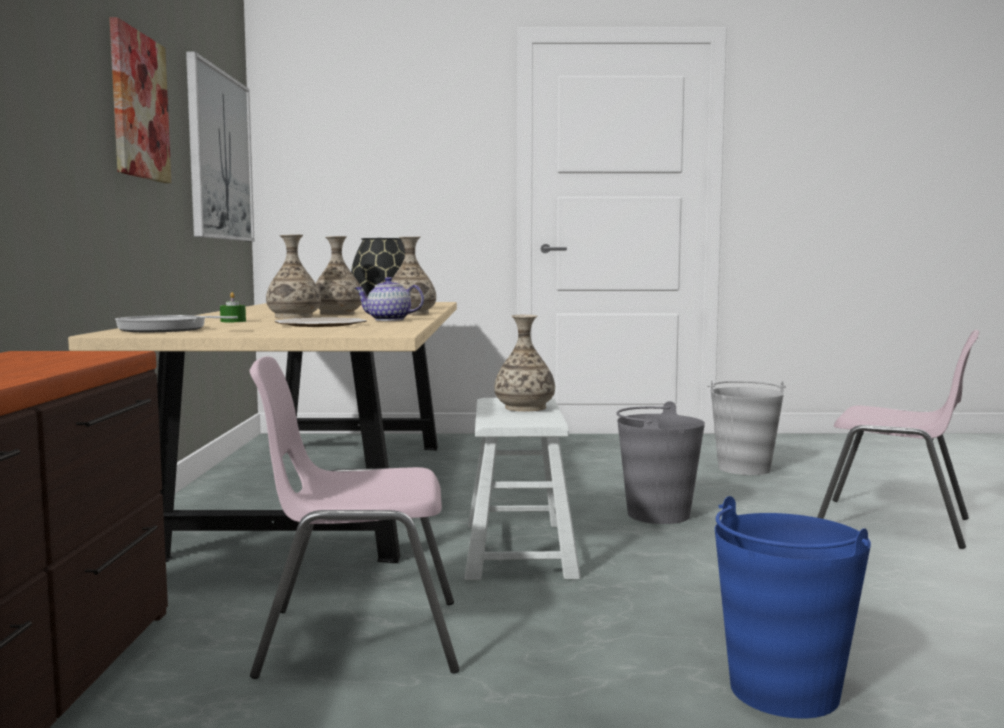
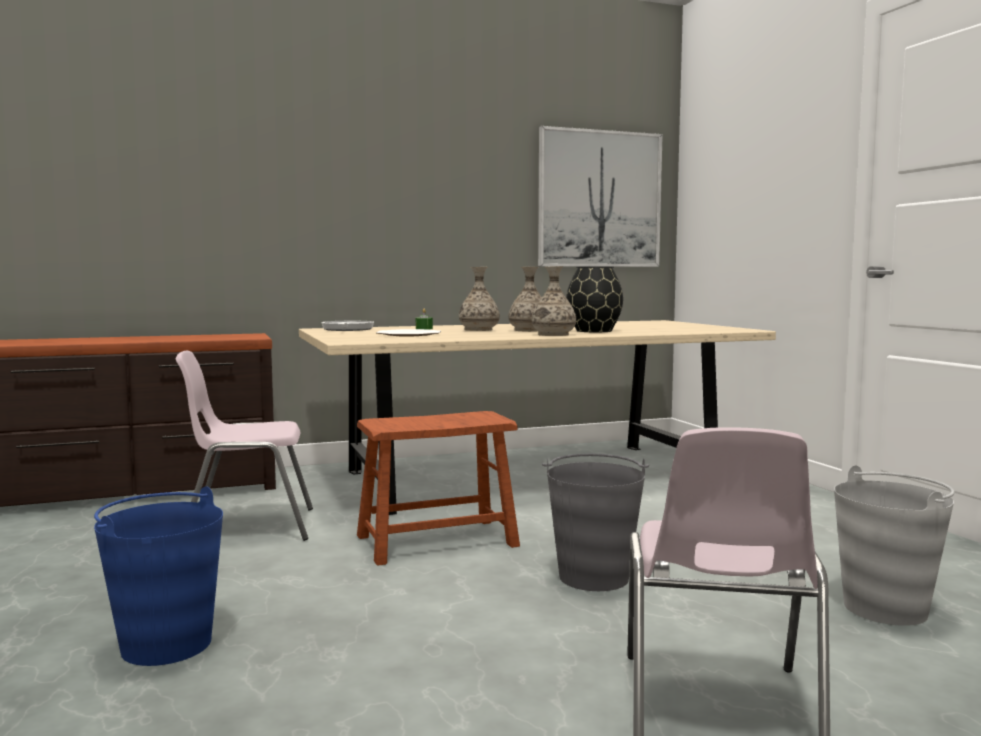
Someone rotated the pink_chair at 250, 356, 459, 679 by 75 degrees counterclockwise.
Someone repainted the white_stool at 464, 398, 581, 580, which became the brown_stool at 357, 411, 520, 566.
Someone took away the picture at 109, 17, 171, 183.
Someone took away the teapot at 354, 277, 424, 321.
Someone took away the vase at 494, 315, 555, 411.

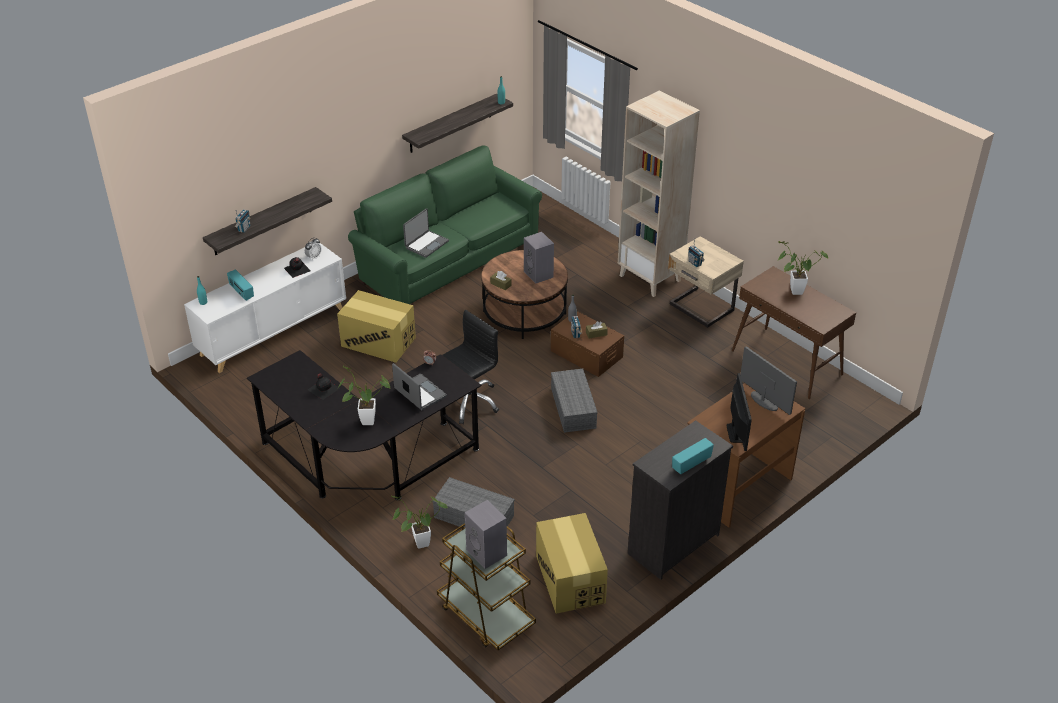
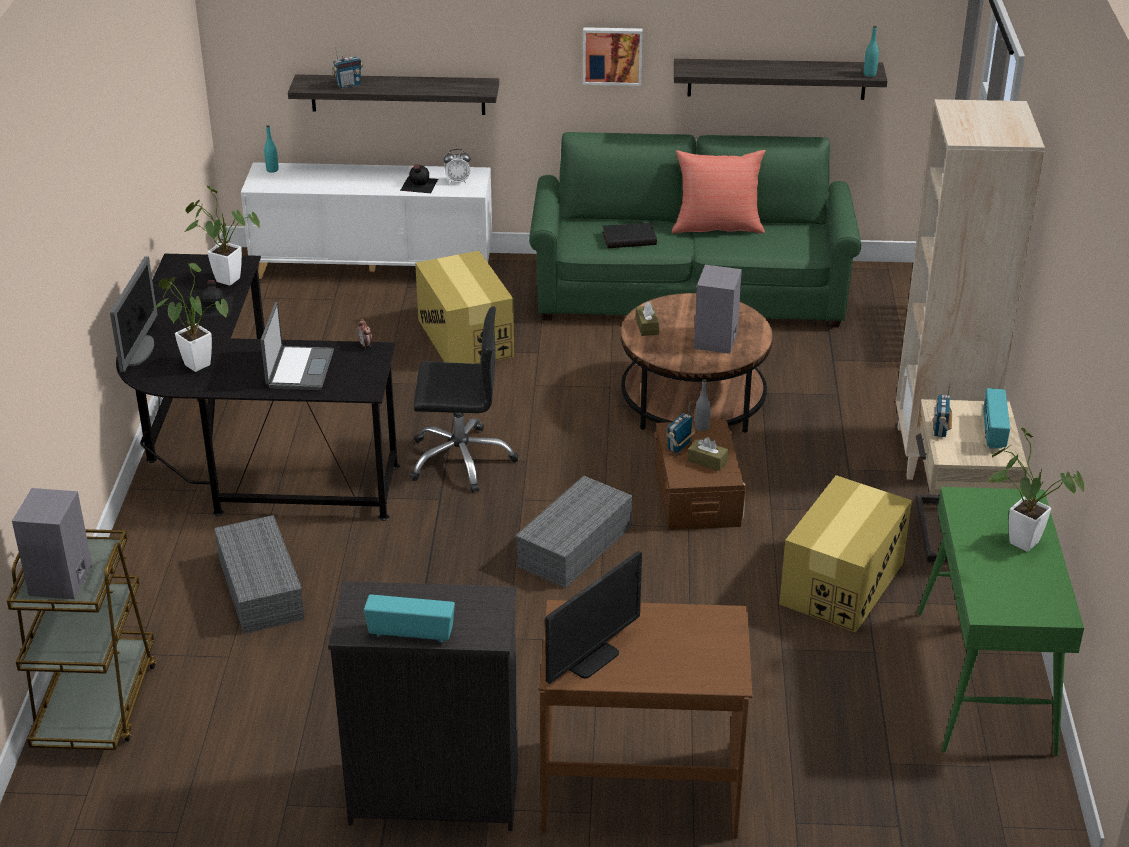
Someone carried the monitor from 740, 346, 797, 415 to 110, 256, 158, 372.
Someone carried the potted_plant from 391, 496, 448, 549 to 184, 186, 260, 286.
Someone put up the picture at 583, 27, 643, 86.
Someone swapped the laptop at 403, 208, 449, 258 for the black_book at 602, 222, 657, 248.
Someone put down the red_pillow at 672, 150, 766, 234.
Someone carried the cardboard_box from 536, 513, 608, 614 to 779, 475, 912, 632.
Someone repainted the brown_console_table at 732, 266, 856, 399, which became the green_console_table at 917, 487, 1084, 756.
Someone carried the radio from 227, 269, 254, 301 to 983, 388, 1010, 449.

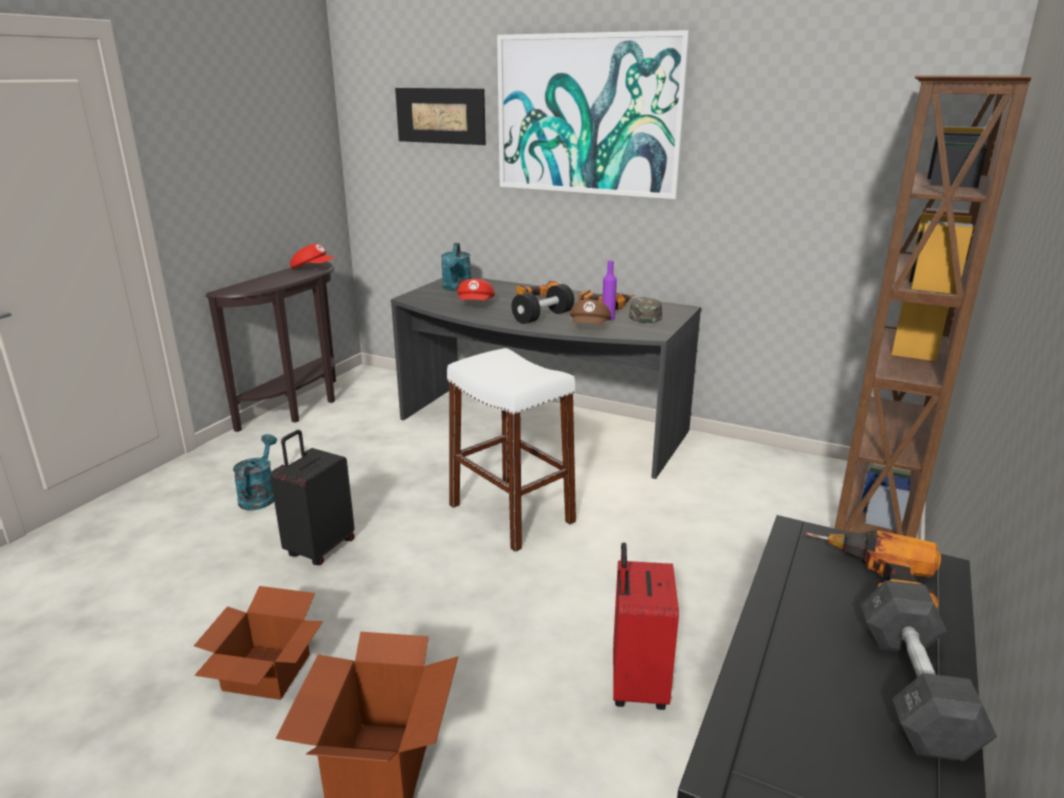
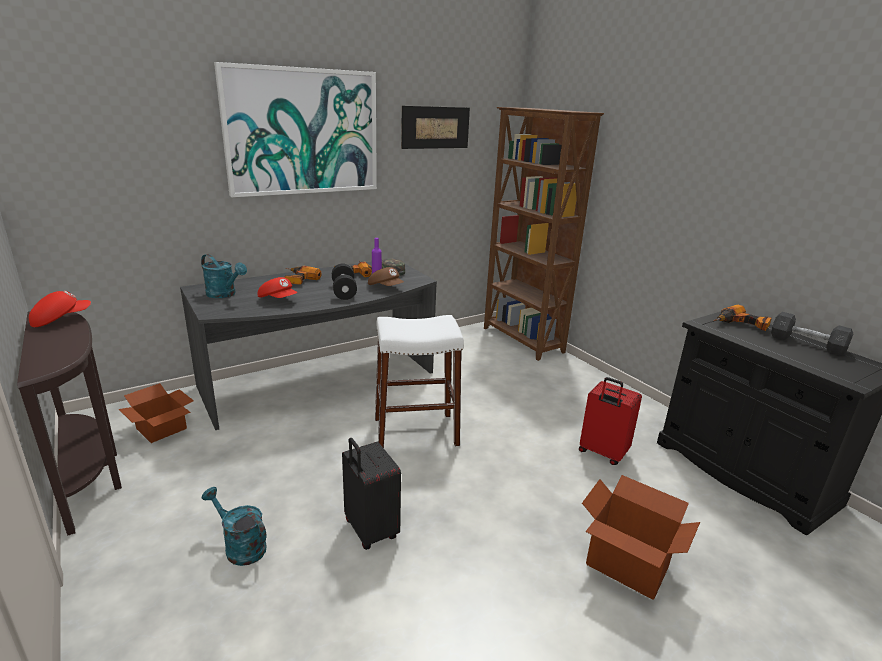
Someone carried the cardboard_box from 194, 586, 323, 700 to 119, 383, 194, 443.
Someone carried the picture from 395, 88, 486, 145 to 401, 106, 470, 149.

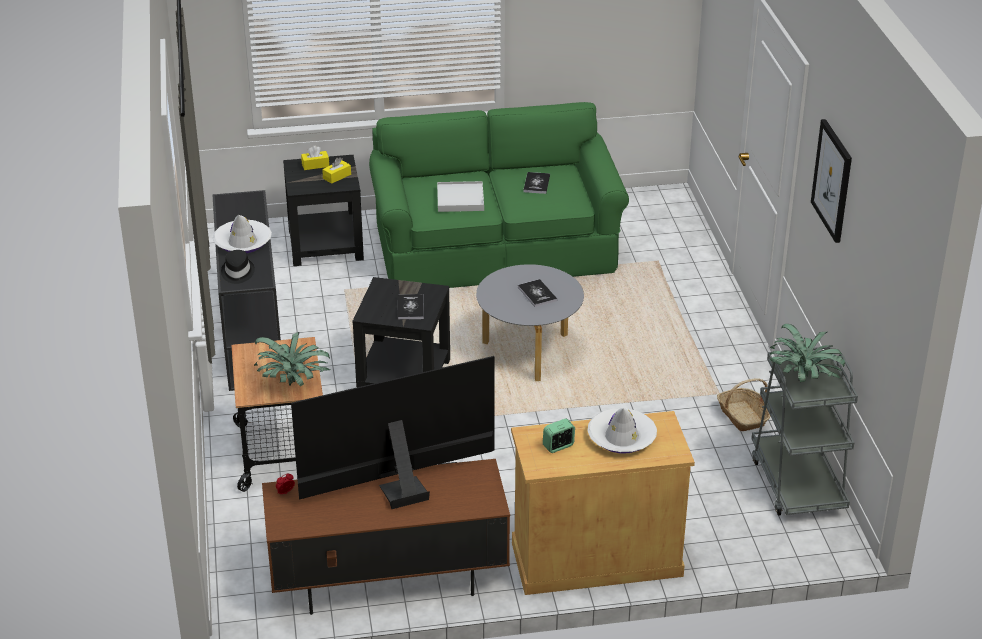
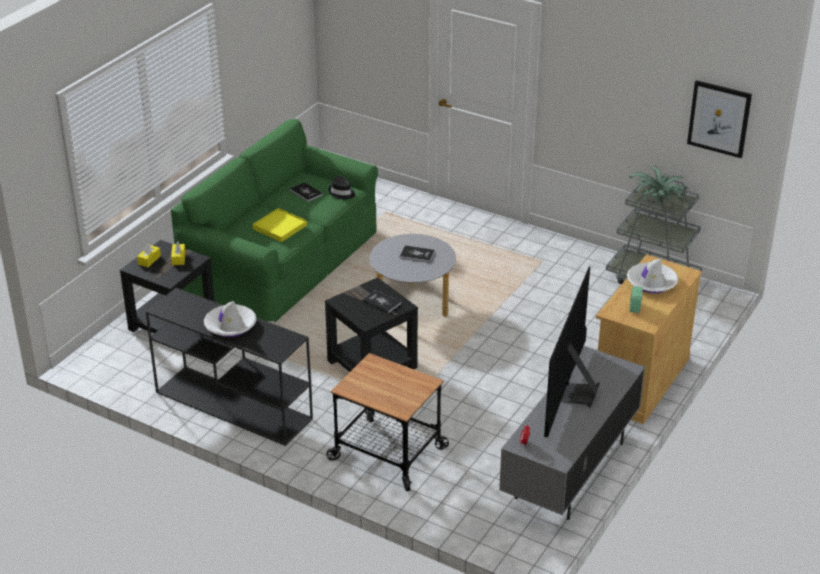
Someone repainted the white_tray at 437, 181, 484, 212, which became the yellow_tray at 252, 208, 307, 242.
Someone carried the black_hat from 221, 250, 255, 284 to 328, 176, 355, 200.
Someone repainted the brown_tv_stand at 262, 459, 510, 615, which became the grey_tv_stand at 499, 346, 645, 520.
Someone carried the picture from 811, 119, 852, 243 to 687, 80, 752, 158.
Someone took away the potted_plant at 254, 332, 330, 387.
Someone took away the basket at 717, 378, 770, 431.

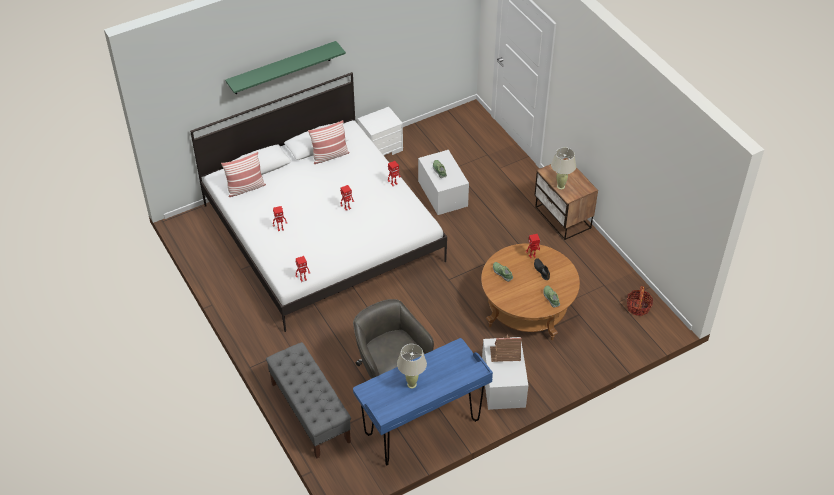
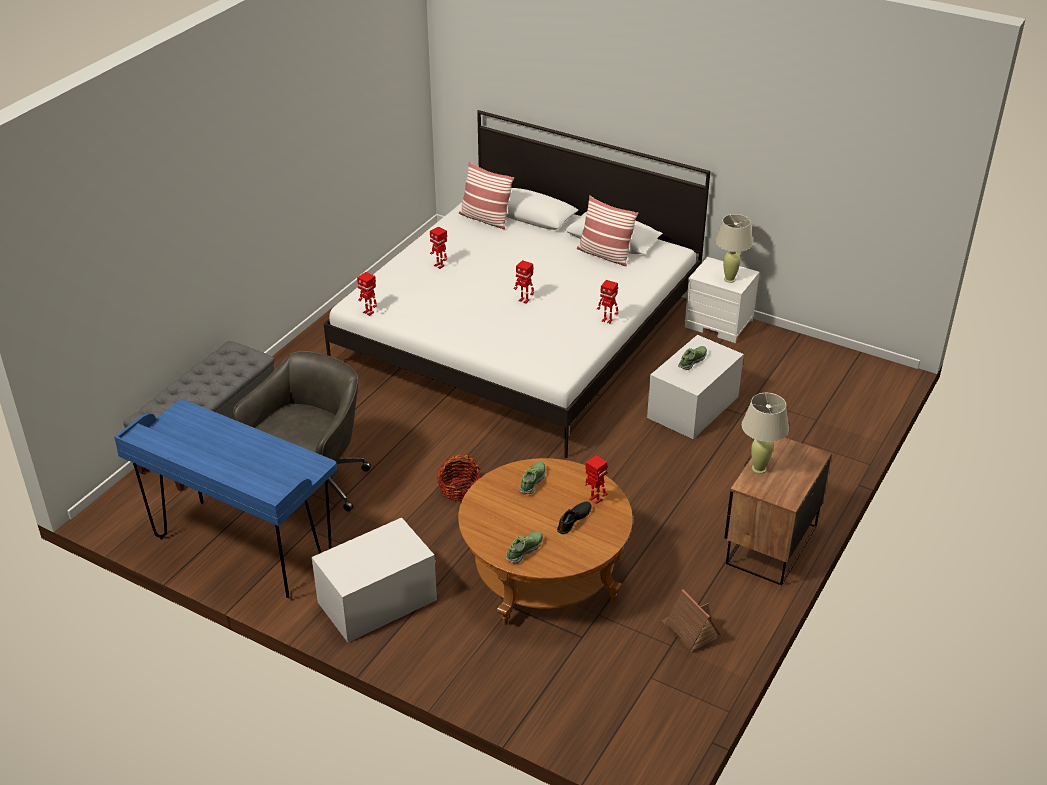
Someone carried the basket from 627, 286, 653, 316 to 437, 454, 481, 501.
Someone carried the toy_house from 490, 335, 522, 362 to 662, 589, 720, 652.
Someone carried the beige_table_lamp from 397, 344, 427, 389 to 715, 214, 753, 283.
Someone took away the green_shelf at 225, 41, 346, 94.

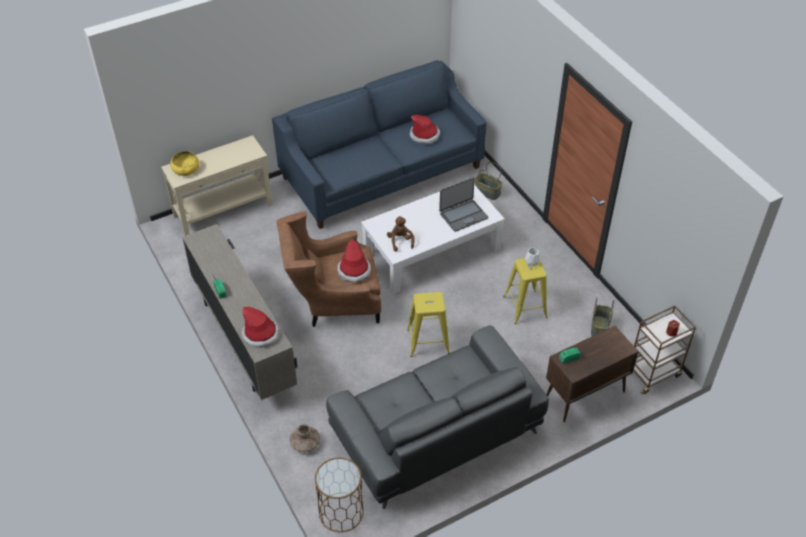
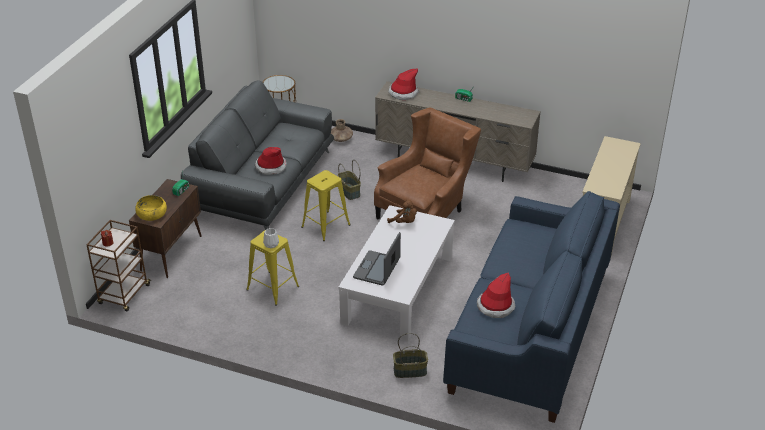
Someone carried the yellow_bowl from 170, 151, 199, 176 to 135, 195, 167, 221.
Someone carried the hat from 337, 239, 371, 282 to 255, 147, 287, 175.
Someone carried the basket from 591, 297, 614, 336 to 338, 159, 361, 200.

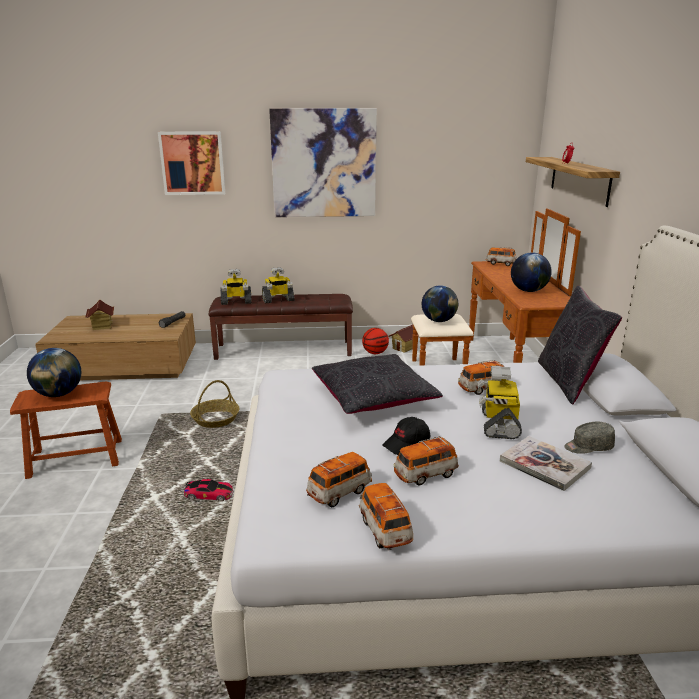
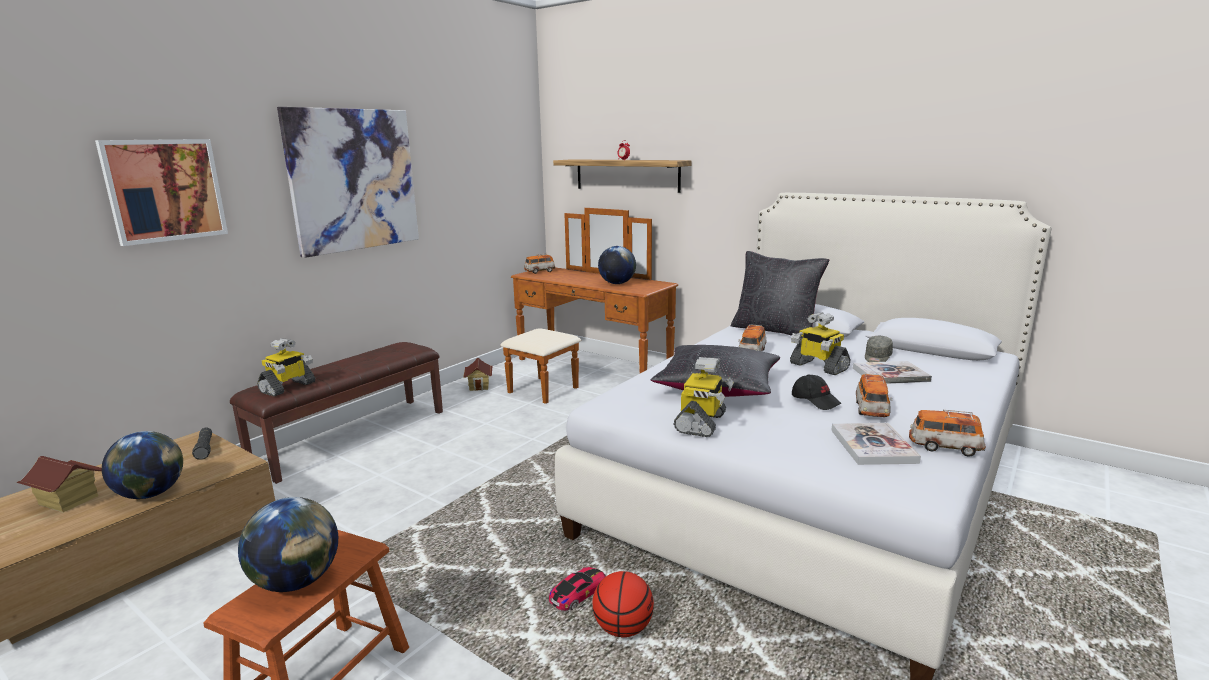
Someone carried the globe from 422, 285, 458, 322 to 102, 431, 183, 499.
Someone carried the basketball from 362, 328, 389, 354 to 592, 571, 654, 637.
Someone carried the toy_robot from 262, 267, 295, 303 to 674, 357, 734, 437.
Someone rotated the black_cap at 382, 417, 430, 455 by 45 degrees counterclockwise.
Someone swapped the toy_car at 306, 452, 372, 507 for the book at 831, 423, 921, 465.
Someone took away the basket at 190, 380, 240, 428.

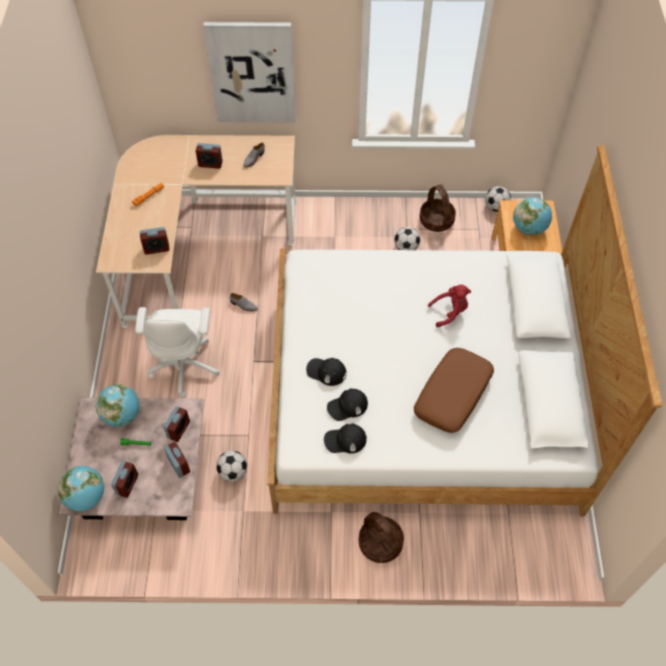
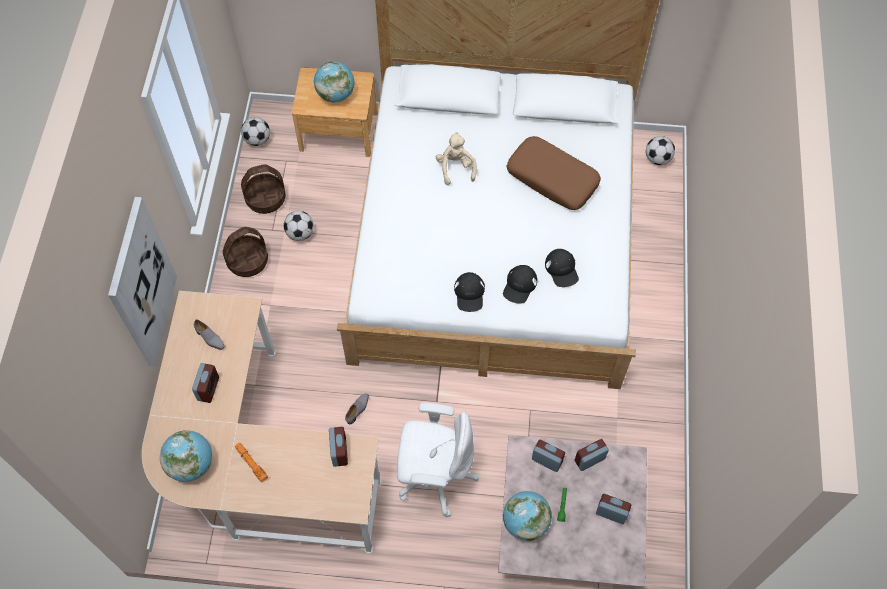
Someone carried the globe from 58, 466, 104, 511 to 160, 430, 212, 482.
Someone carried the basket from 359, 512, 404, 563 to 223, 227, 268, 277.
Someone repainted the red_plush_toy at 428, 284, 471, 327, which became the beige_plush_toy at 436, 132, 477, 185.
Someone carried the black_cap from 324, 423, 367, 453 to 454, 272, 485, 312.
Someone carried the football from 216, 451, 247, 482 to 646, 136, 675, 165.

